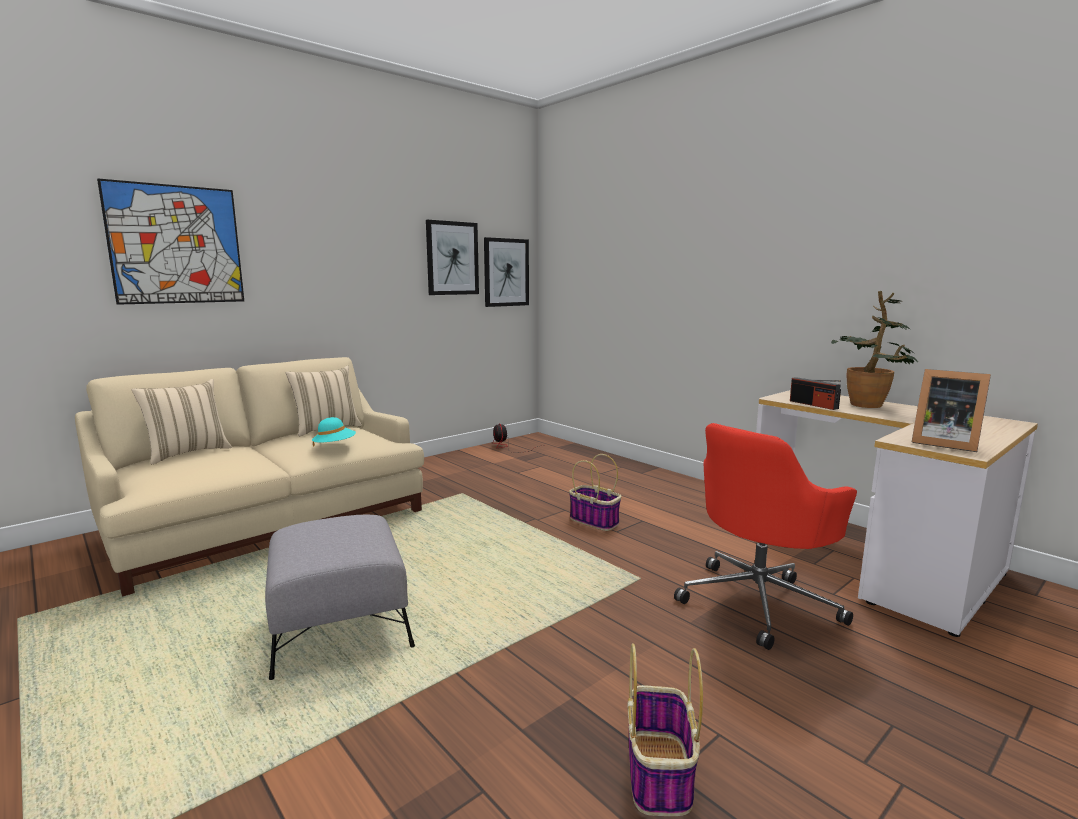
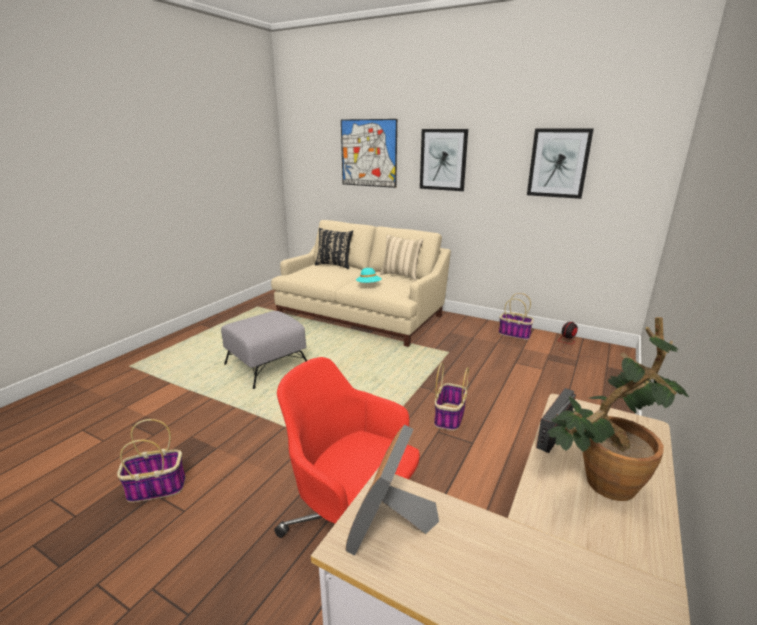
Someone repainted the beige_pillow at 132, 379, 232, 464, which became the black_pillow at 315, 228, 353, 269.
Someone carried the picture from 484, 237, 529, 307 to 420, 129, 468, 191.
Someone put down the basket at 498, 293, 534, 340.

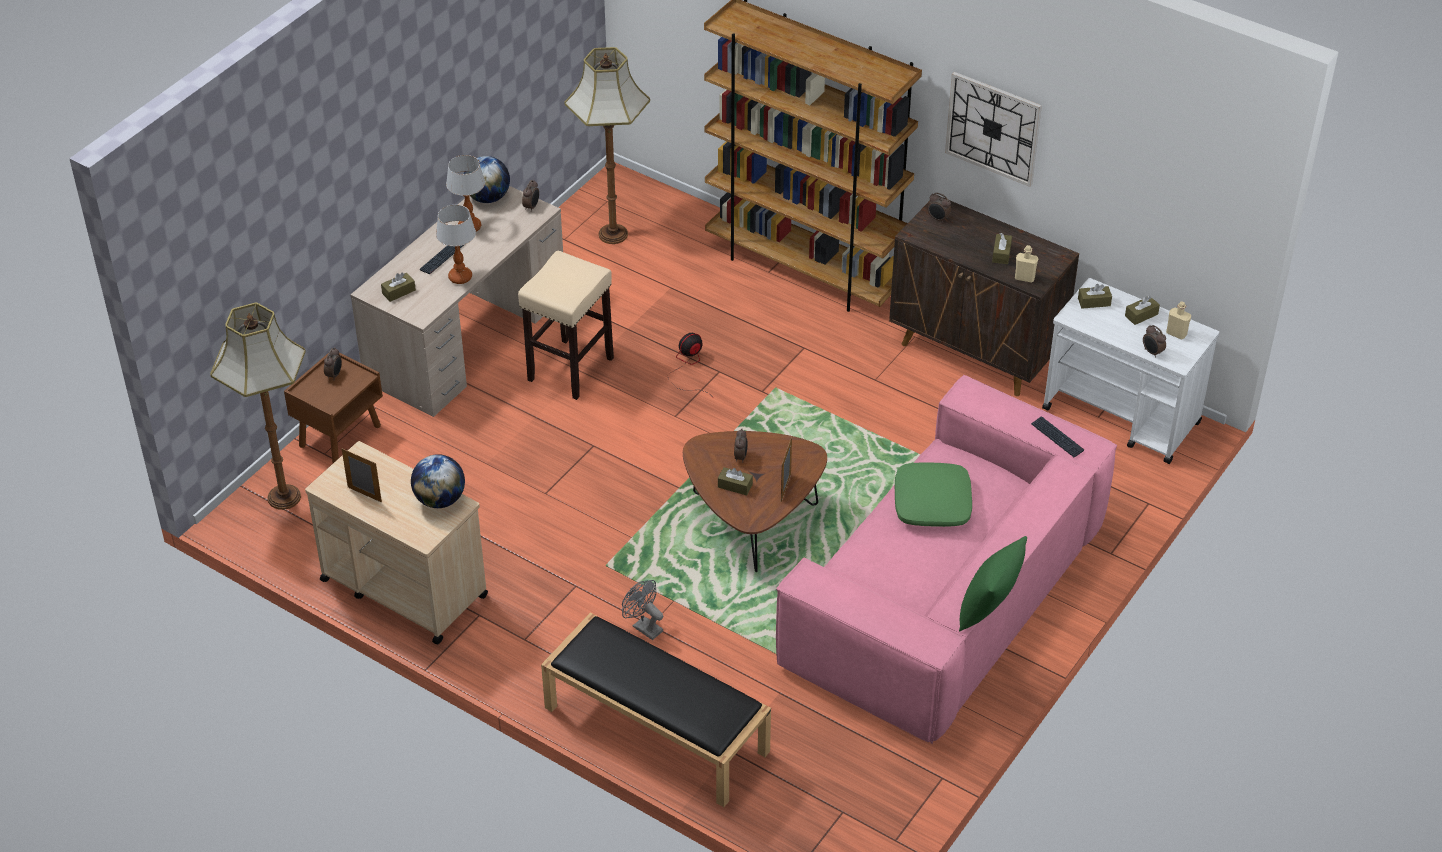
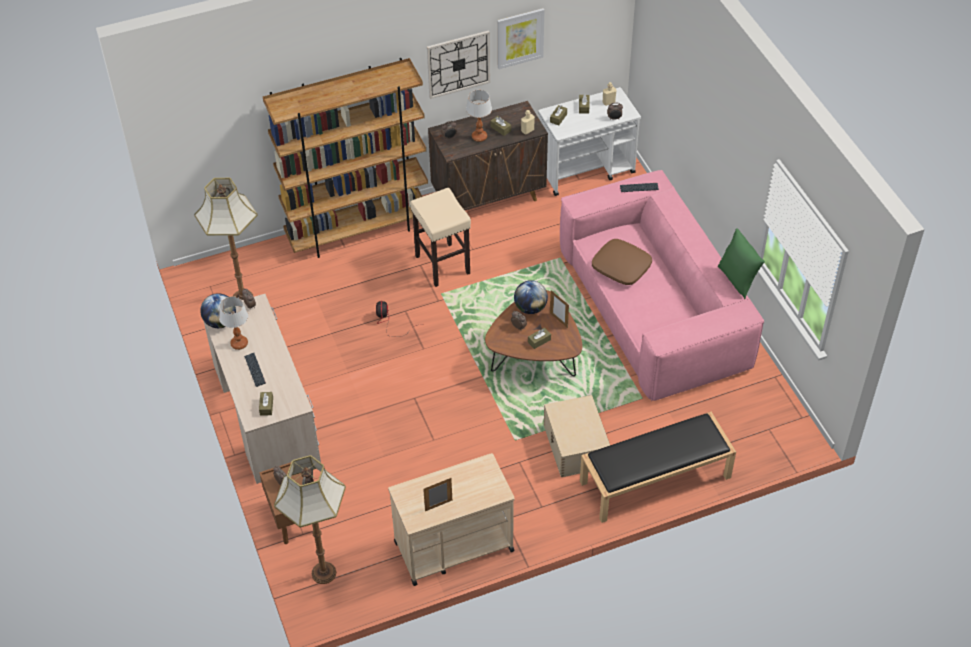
Someone carried the beige_stool from 518, 251, 614, 400 to 410, 188, 471, 287.
Someone carried the table_lamp from 436, 205, 476, 284 to 466, 90, 492, 142.
Someone put up the picture at 497, 8, 544, 69.
Someone carried the globe from 411, 454, 465, 508 to 514, 280, 548, 314.
Someone swapped the grey_fan at 622, 580, 663, 640 for the beige_storage_box at 544, 395, 610, 477.
Someone repainted the green_pillow at 895, 462, 972, 527, which became the brown_pillow at 592, 239, 652, 285.

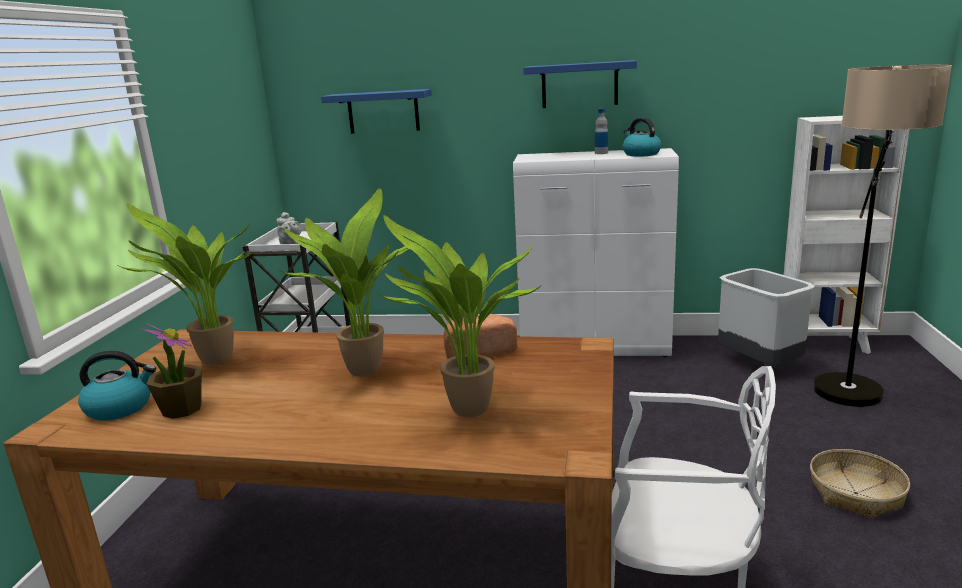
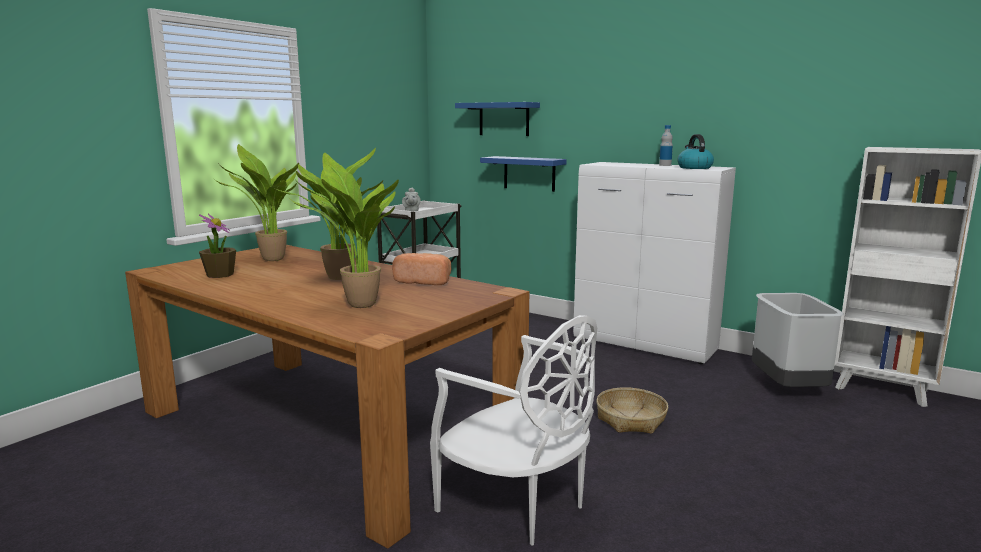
Someone carried the blue_shelf from 523, 60, 637, 108 to 480, 156, 567, 192.
Someone carried the basket from 810, 449, 910, 519 to 596, 387, 668, 434.
Someone took away the kettle at 78, 350, 156, 421.
Someone took away the floor_lamp at 813, 65, 952, 407.

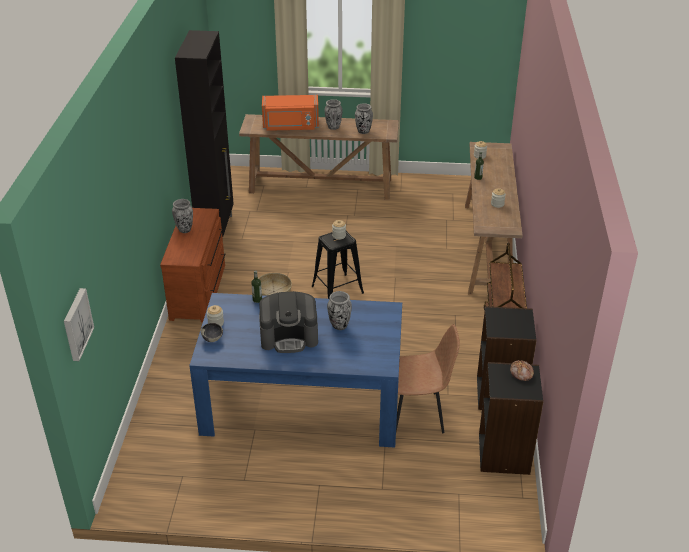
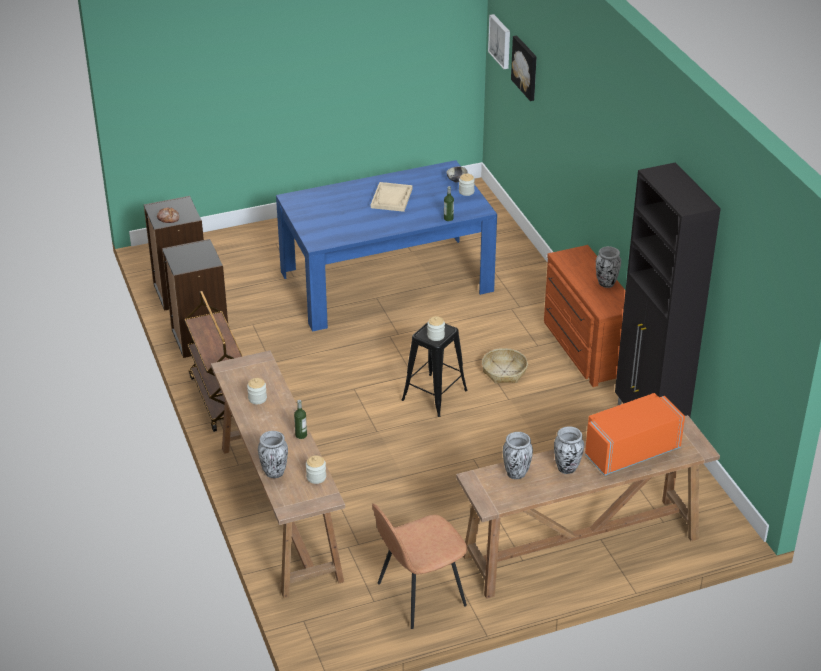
Someone carried the vase from 327, 291, 352, 330 to 258, 431, 288, 478.
Someone swapped the coffee_machine at 259, 291, 318, 353 for the beige_tray at 371, 182, 413, 212.
Someone carried the brown_chair from 396, 324, 460, 433 to 372, 503, 467, 629.
Someone put up the picture at 511, 35, 537, 101.

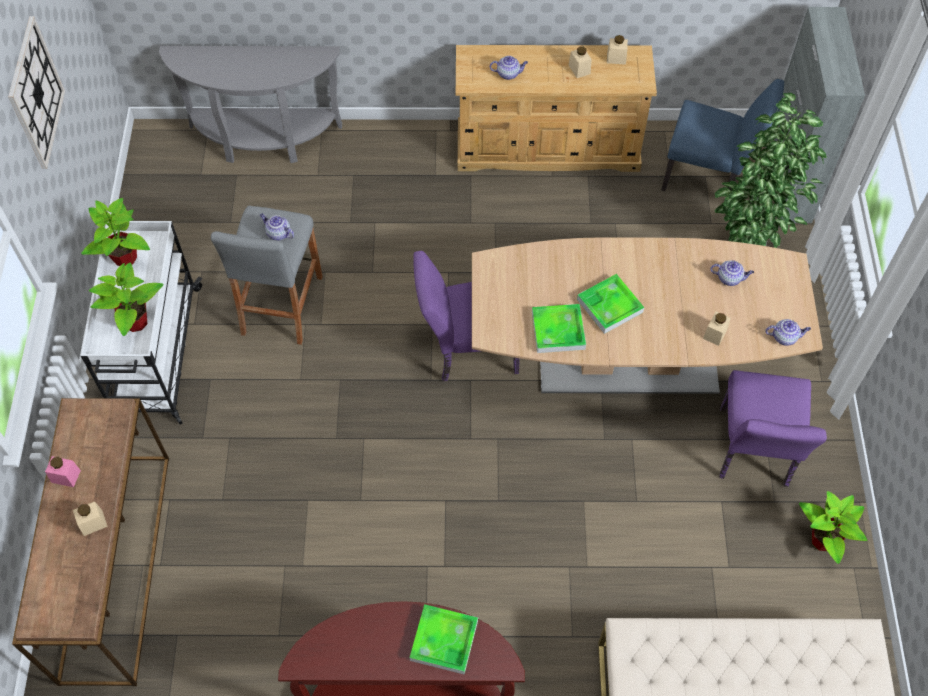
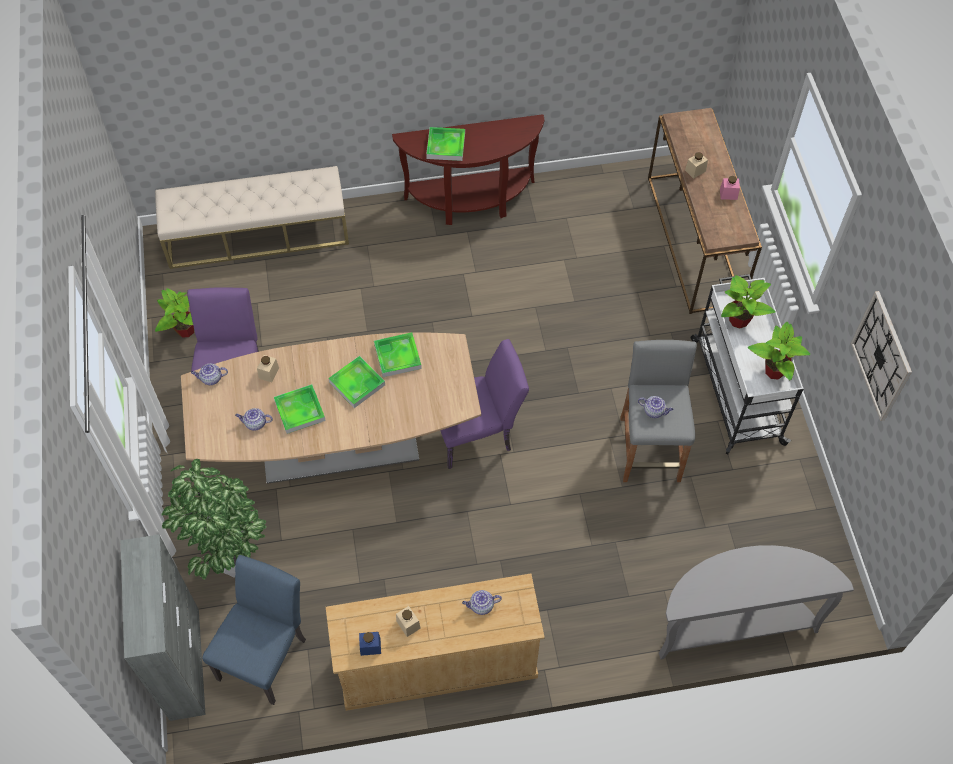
Someone rotated the blue_chair at 661, 79, 784, 191 by 105 degrees clockwise.
Someone put down the tray at 274, 384, 326, 434.
Someone repainted the beige_jar at 607, 35, 628, 65, which became the blue_jar at 359, 632, 381, 656.

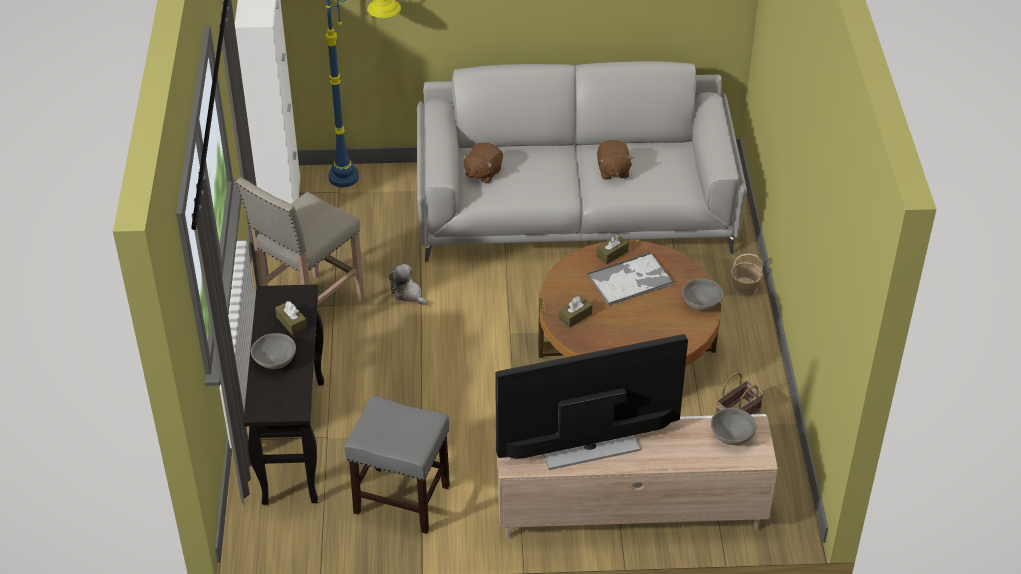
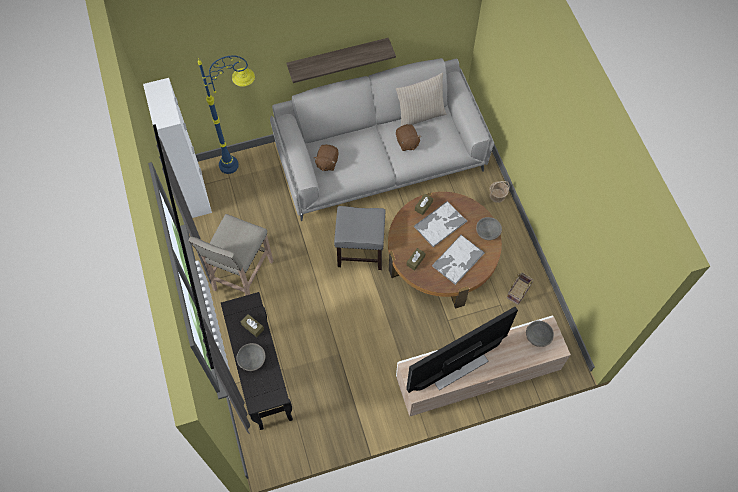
Someone put up the shelf at 286, 38, 396, 83.
Someone carried the grey_stool from 344, 396, 450, 534 to 334, 206, 385, 270.
Someone put down the beige_pillow at 396, 73, 446, 126.
Someone put down the tray at 432, 235, 485, 285.
Someone took away the plush_toy at 389, 264, 427, 305.

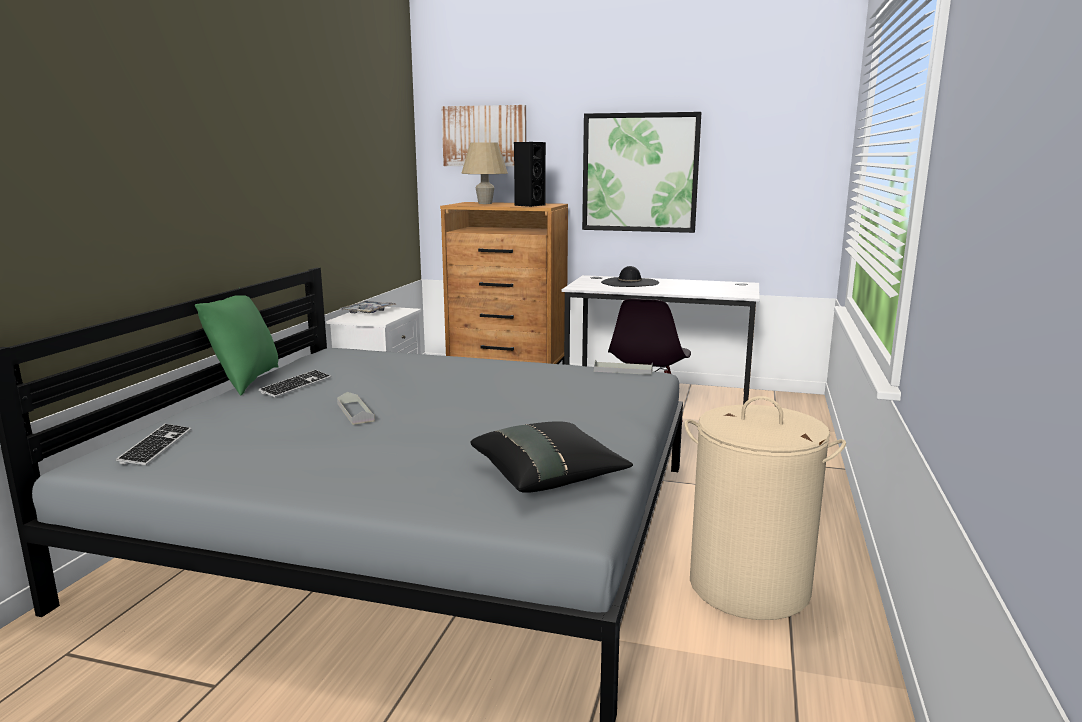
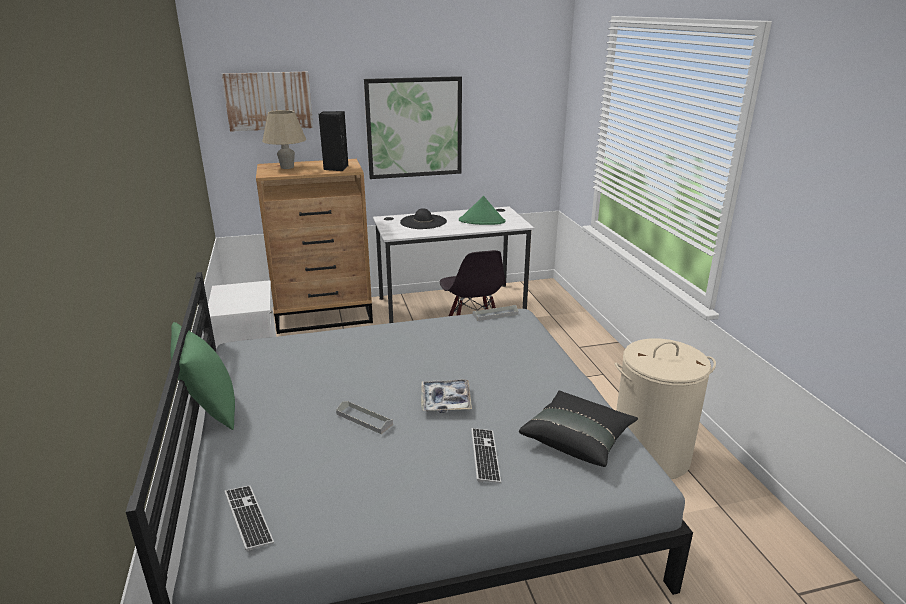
Someone carried the tray from 339, 300, 396, 313 to 421, 379, 472, 413.
Someone put down the green_hat at 459, 196, 506, 225.
Someone carried the keyboard from 258, 370, 331, 397 to 471, 428, 501, 483.

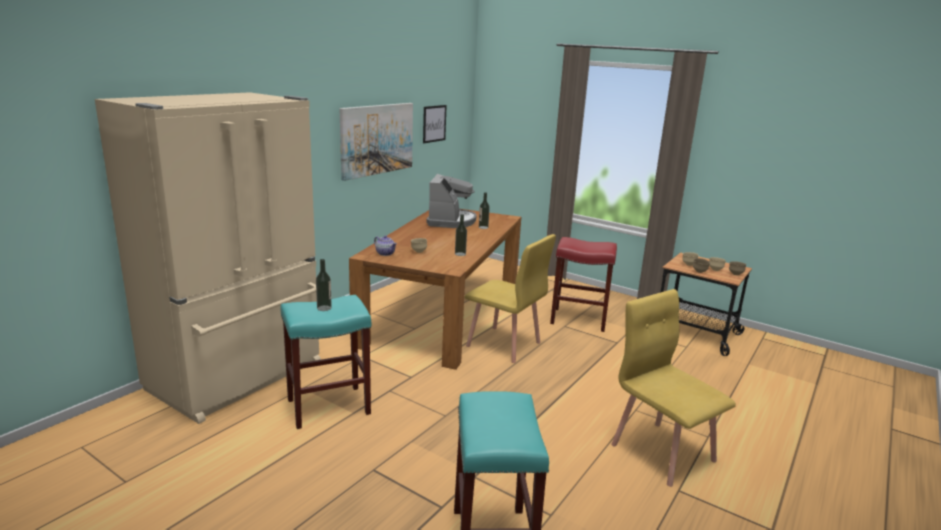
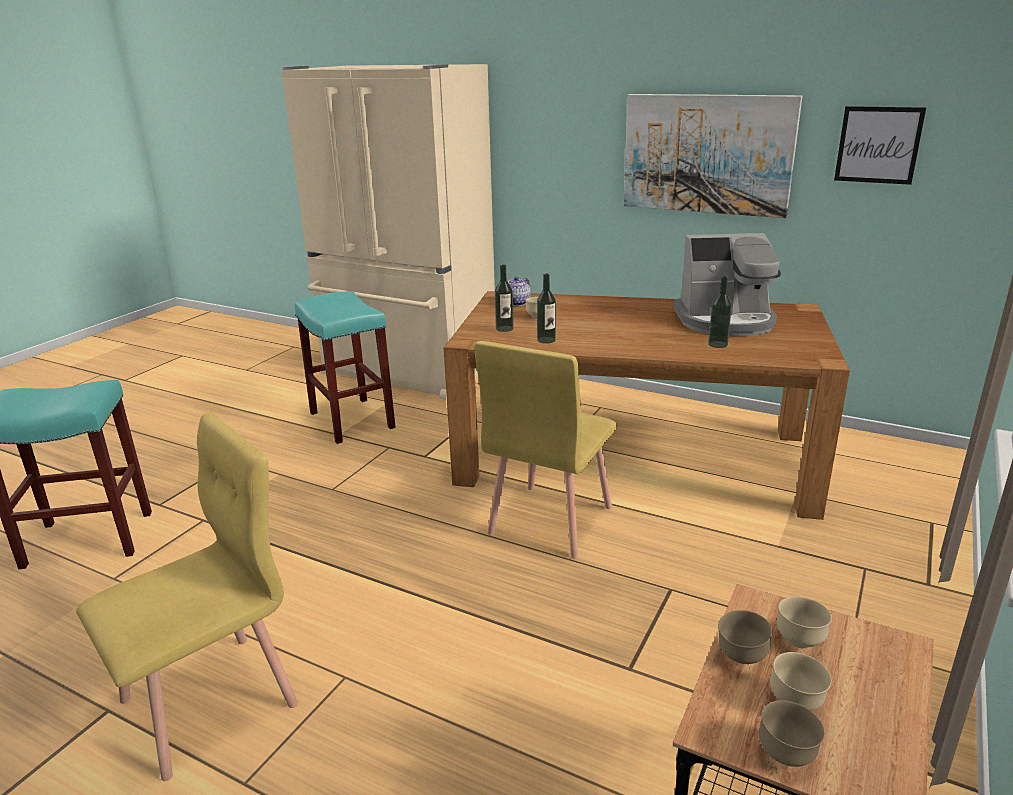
Someone carried the bottle from 316, 259, 332, 311 to 495, 264, 514, 332.
Someone took away the red_stool at 550, 237, 617, 332.

